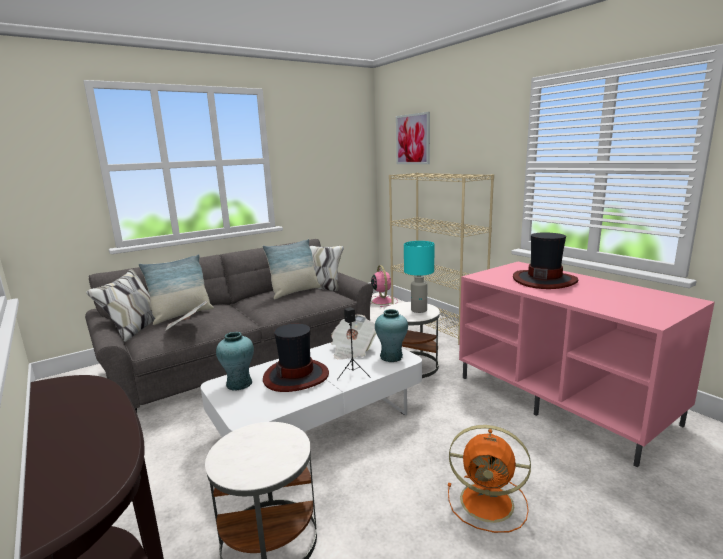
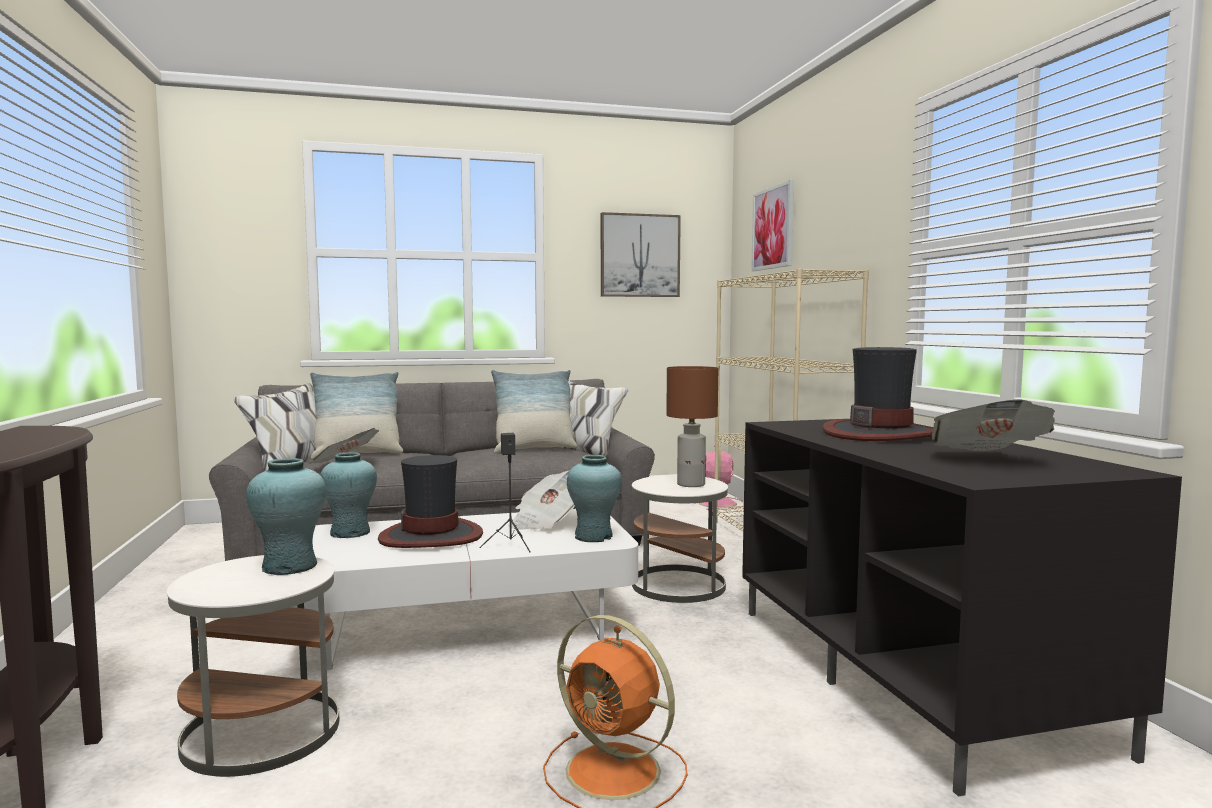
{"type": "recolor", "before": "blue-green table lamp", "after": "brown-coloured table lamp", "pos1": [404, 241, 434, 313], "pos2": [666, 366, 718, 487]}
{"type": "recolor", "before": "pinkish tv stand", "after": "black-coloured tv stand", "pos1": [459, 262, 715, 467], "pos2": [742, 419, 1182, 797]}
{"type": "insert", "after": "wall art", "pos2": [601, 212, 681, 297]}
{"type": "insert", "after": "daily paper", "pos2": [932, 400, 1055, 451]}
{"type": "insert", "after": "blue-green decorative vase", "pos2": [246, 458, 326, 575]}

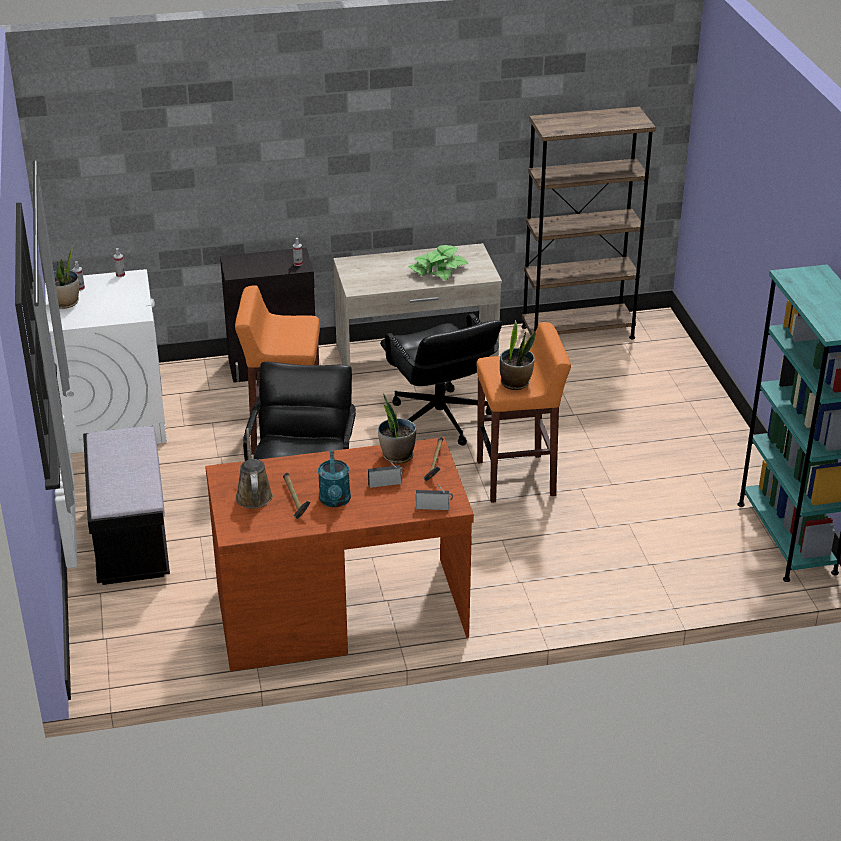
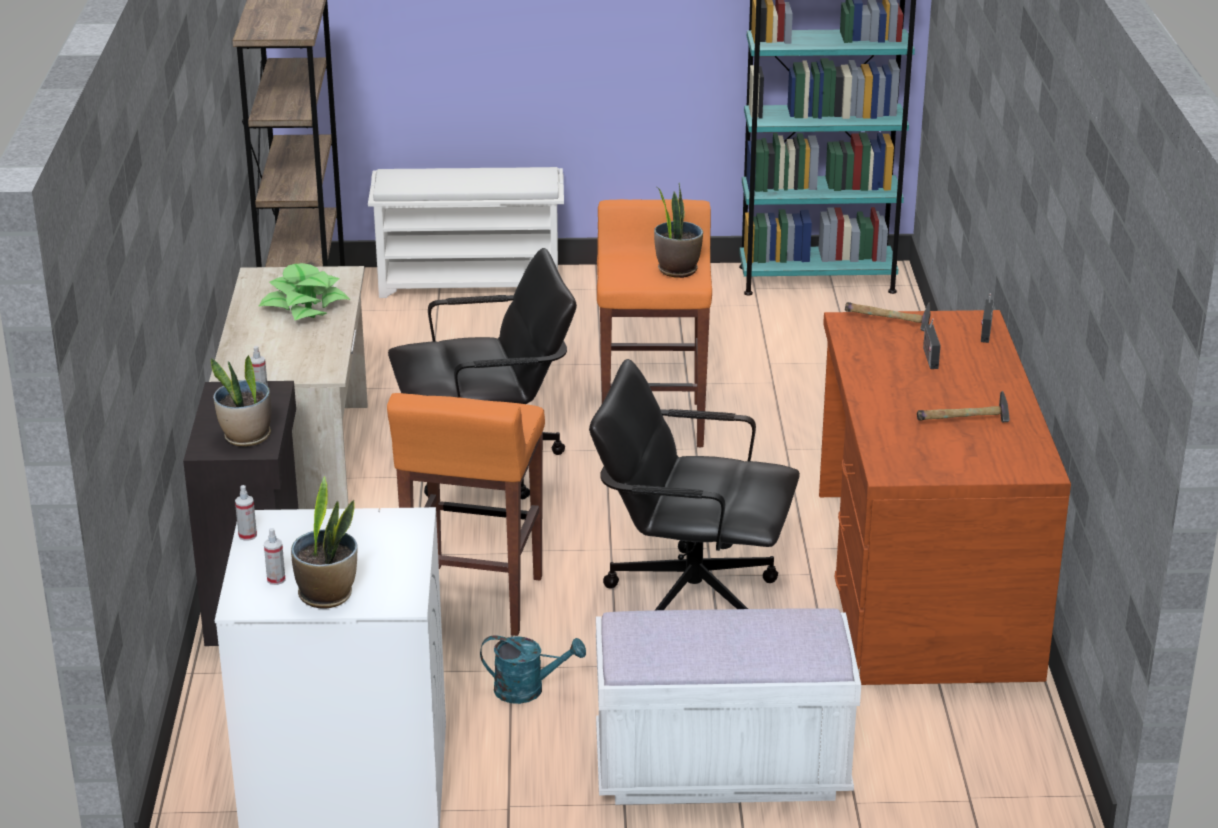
{"type": "move", "before": "plant in a pot", "pos1": [378, 394, 416, 464], "pos2": [211, 355, 271, 447]}
{"type": "recolor", "before": "black-coloured long seat", "after": "white-coloured long seat", "pos1": [83, 426, 170, 585], "pos2": [596, 608, 861, 805]}
{"type": "delete", "before": "brown-coloured sprinkling can", "pos1": [235, 428, 273, 509]}
{"type": "move", "before": "blue-green sprinkling can", "pos1": [318, 451, 351, 507], "pos2": [480, 635, 586, 704]}
{"type": "insert", "after": "white-coloured shoe shelf", "pos2": [368, 167, 564, 298]}

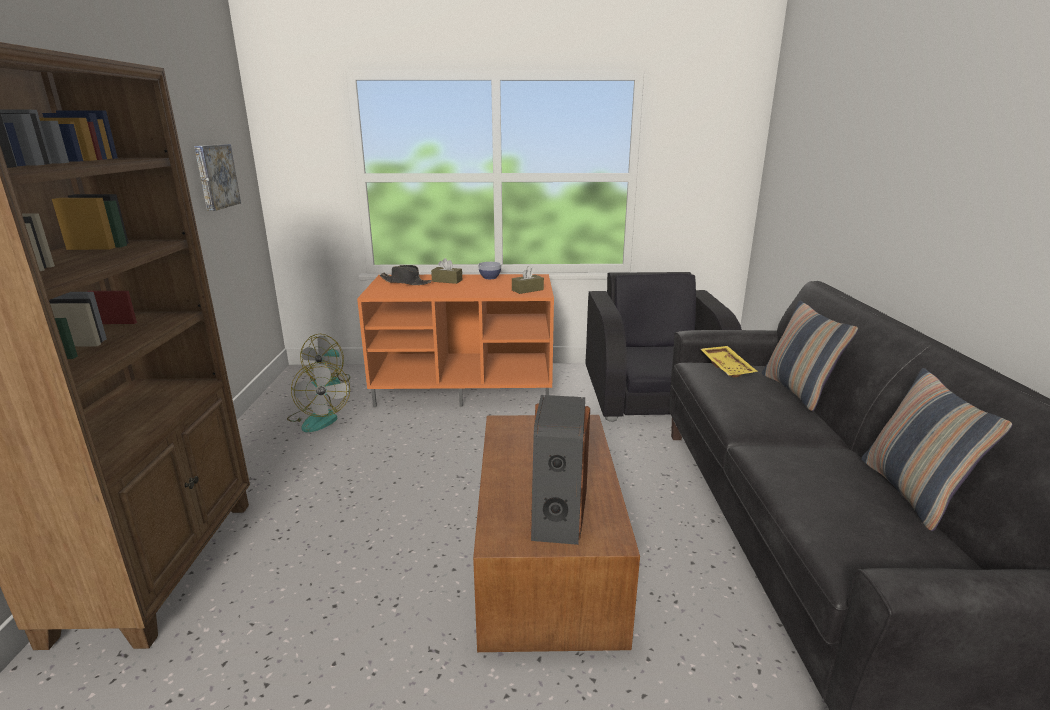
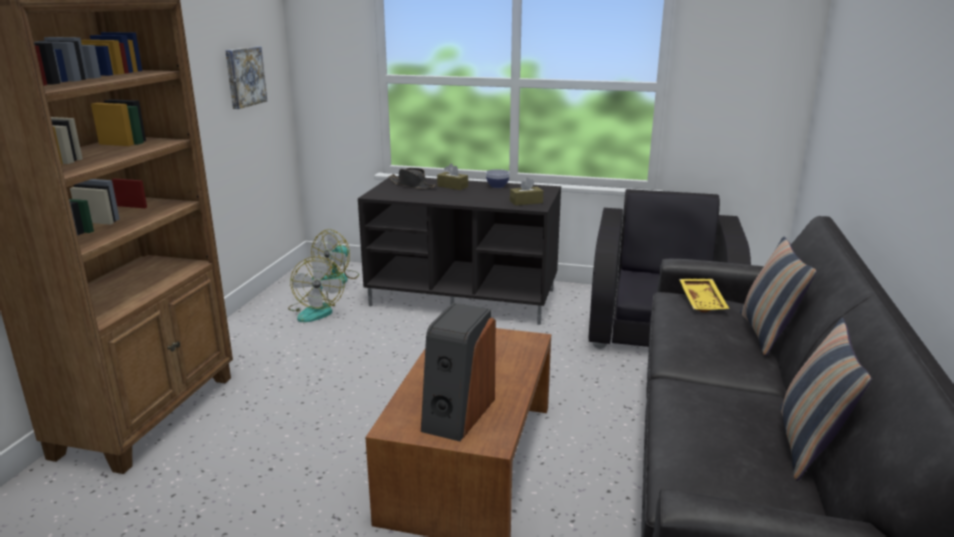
{"type": "recolor", "before": "orange tv stand", "after": "black-coloured tv stand", "pos1": [357, 274, 554, 407], "pos2": [358, 176, 561, 325]}

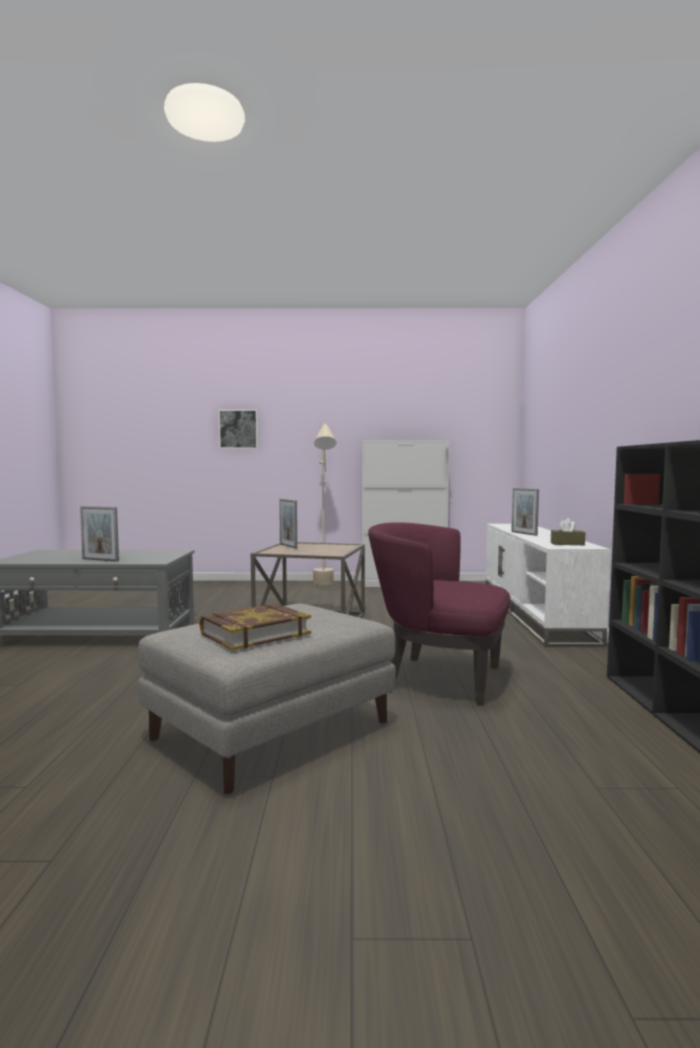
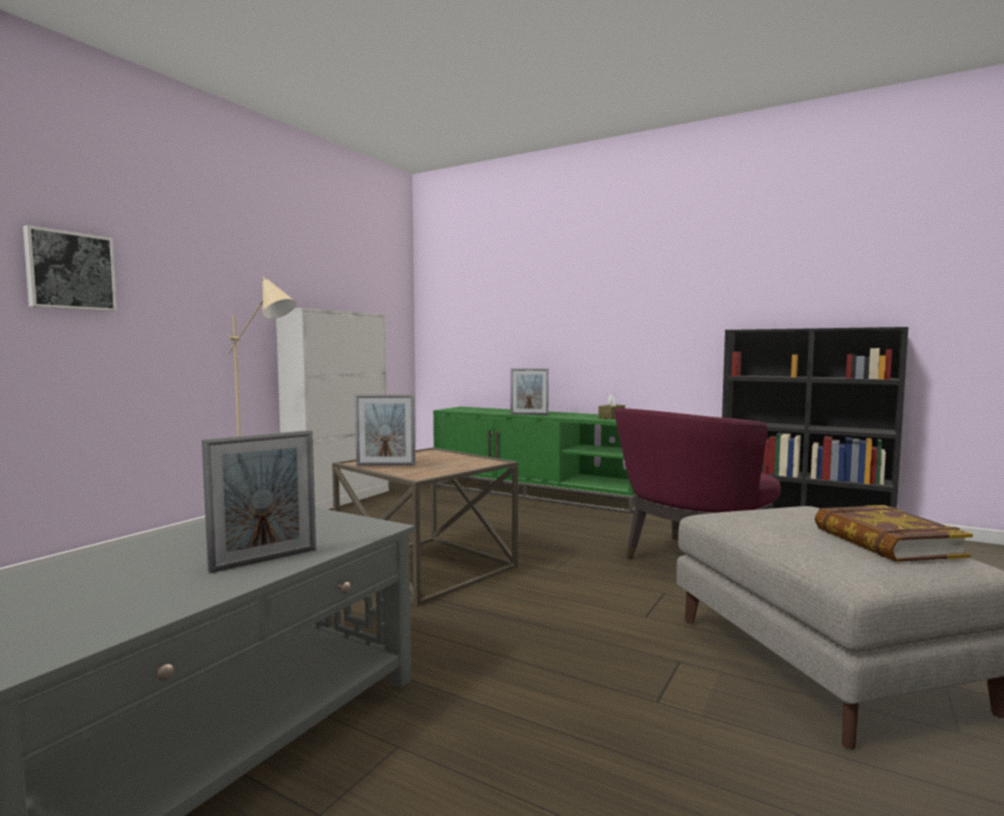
{"type": "recolor", "before": "white-coloured tv stand", "after": "green-coloured tv stand", "pos1": [486, 524, 611, 647], "pos2": [433, 407, 635, 514]}

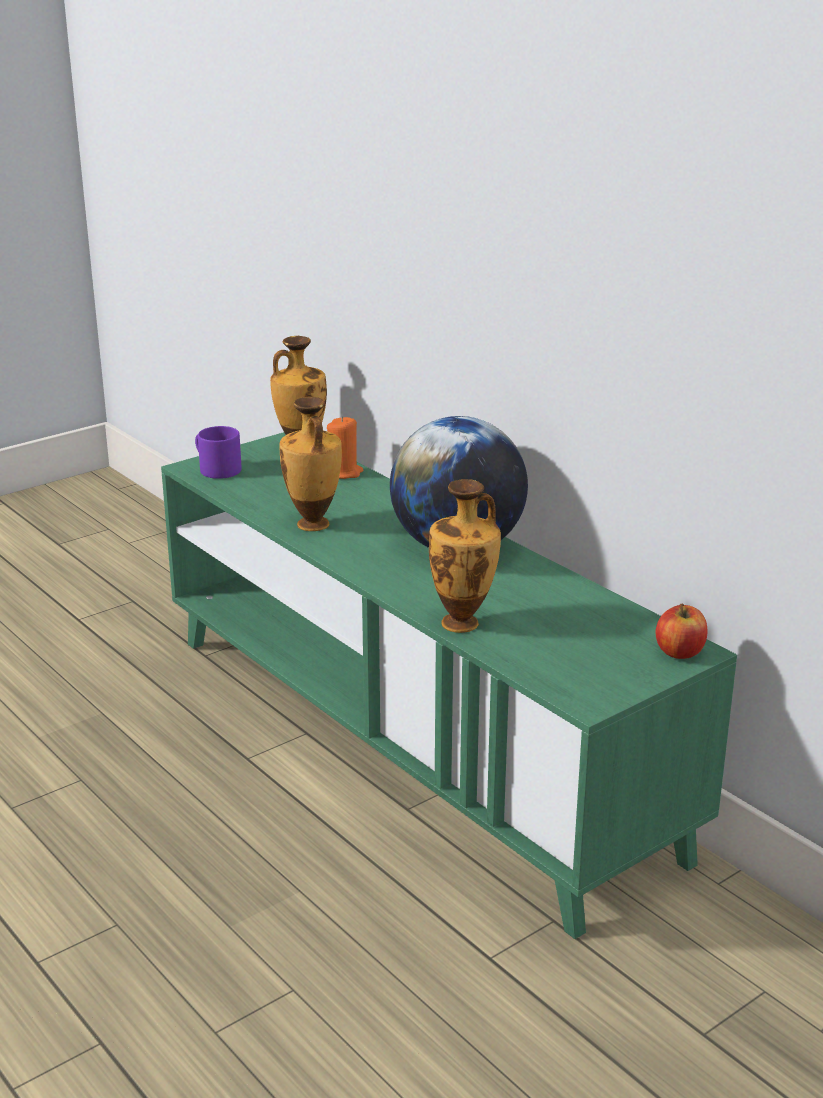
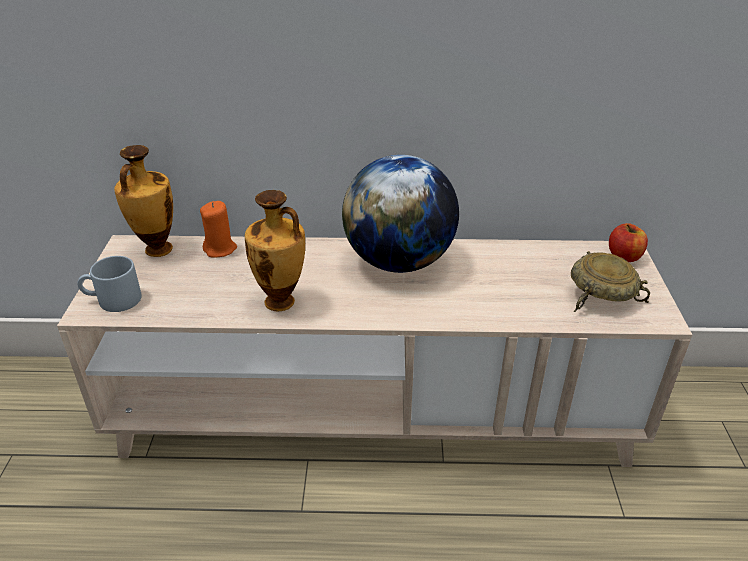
{"type": "recolor", "before": "purple coffee mug", "after": "gray coffee mug", "pos1": [195, 426, 241, 479], "pos2": [77, 256, 142, 312]}
{"type": "recolor", "before": "green-coloured tv stand", "after": "beige tv stand", "pos1": [161, 432, 737, 939], "pos2": [57, 235, 692, 467]}
{"type": "delete", "before": "decorative vase", "pos1": [429, 479, 501, 633]}
{"type": "insert", "after": "beige deep dish", "pos2": [571, 251, 650, 312]}

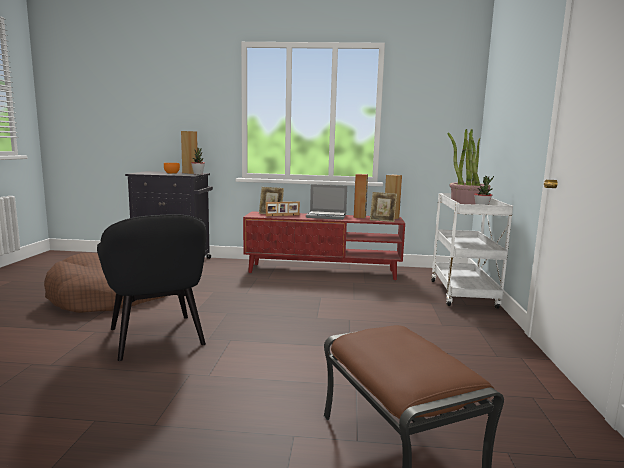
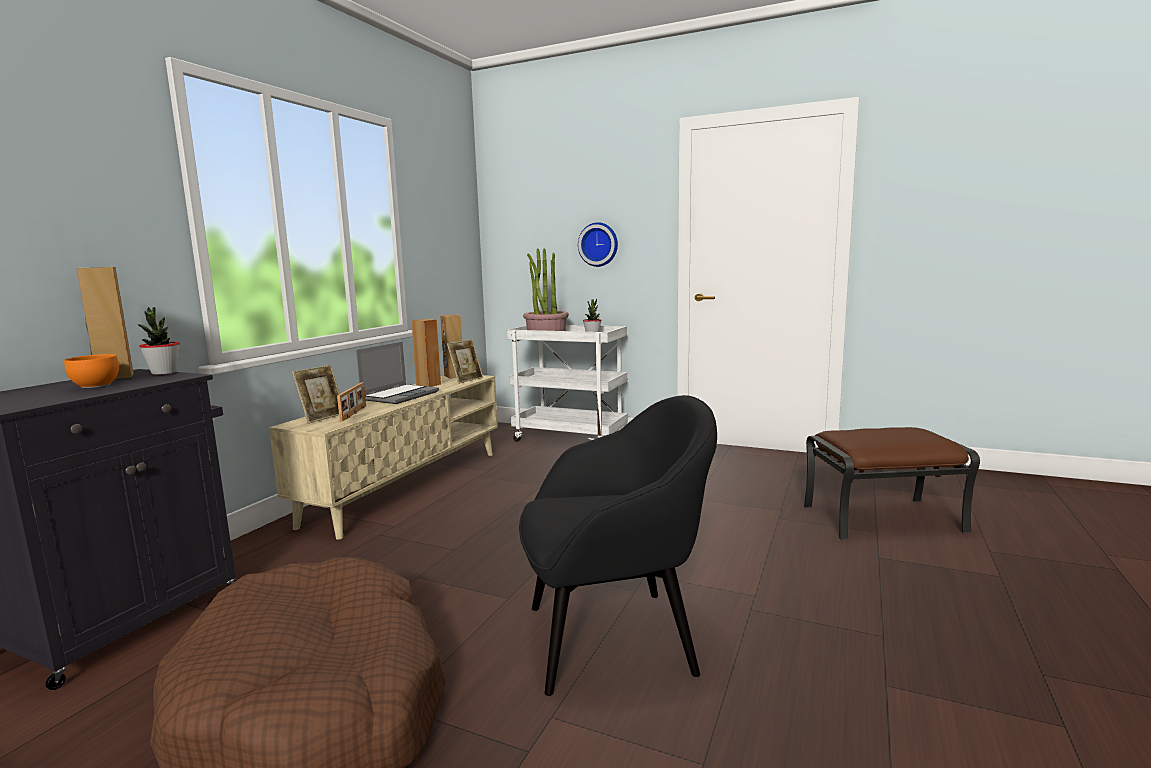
{"type": "recolor", "before": "red-coloured tv stand", "after": "beige tv stand", "pos1": [243, 211, 405, 280], "pos2": [269, 375, 498, 540]}
{"type": "insert", "after": "wall clock", "pos2": [578, 222, 618, 267]}

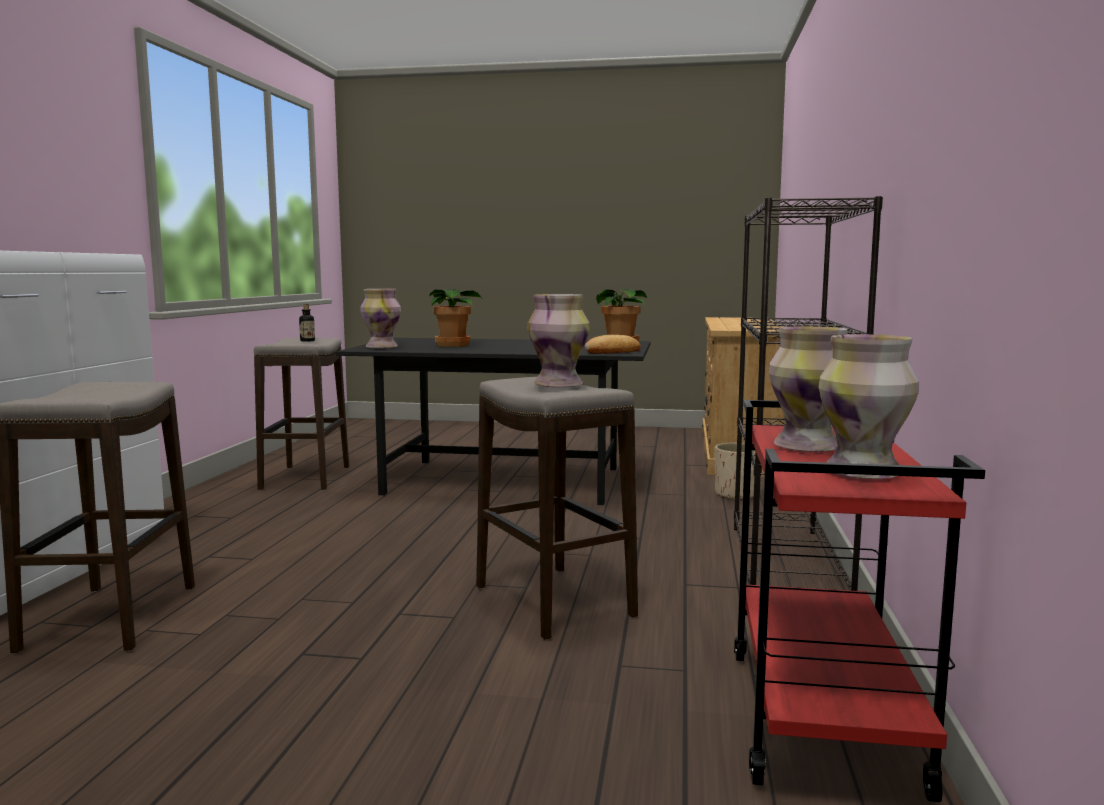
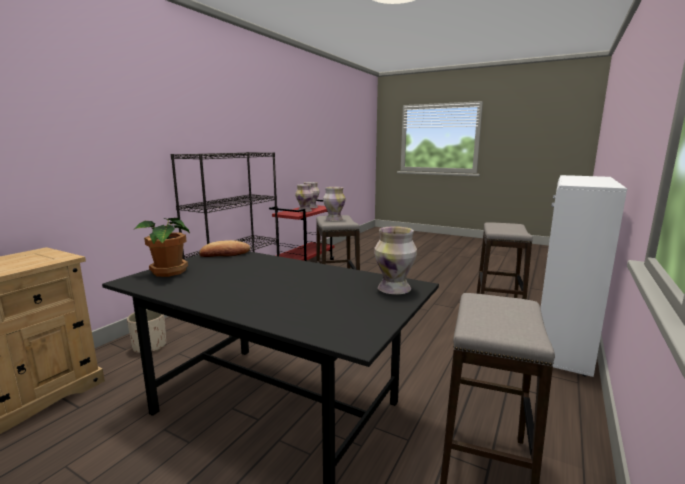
{"type": "delete", "before": "plant in a pot", "pos1": [429, 289, 482, 347]}
{"type": "delete", "before": "drink bottle", "pos1": [299, 304, 315, 342]}

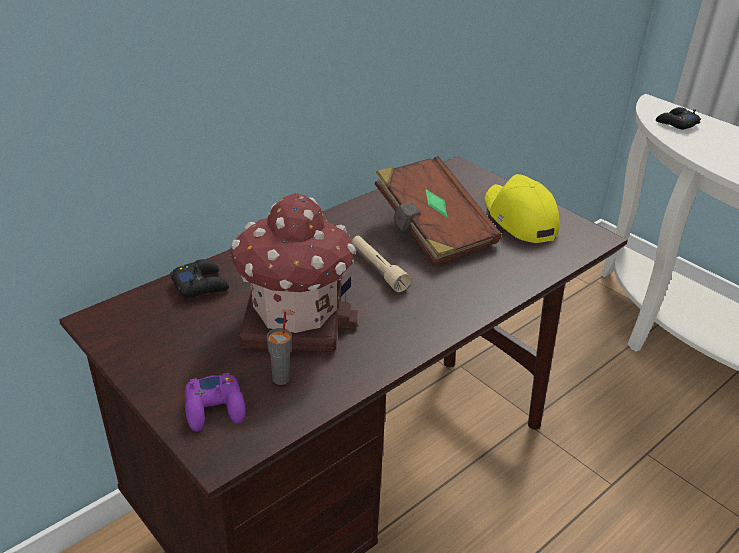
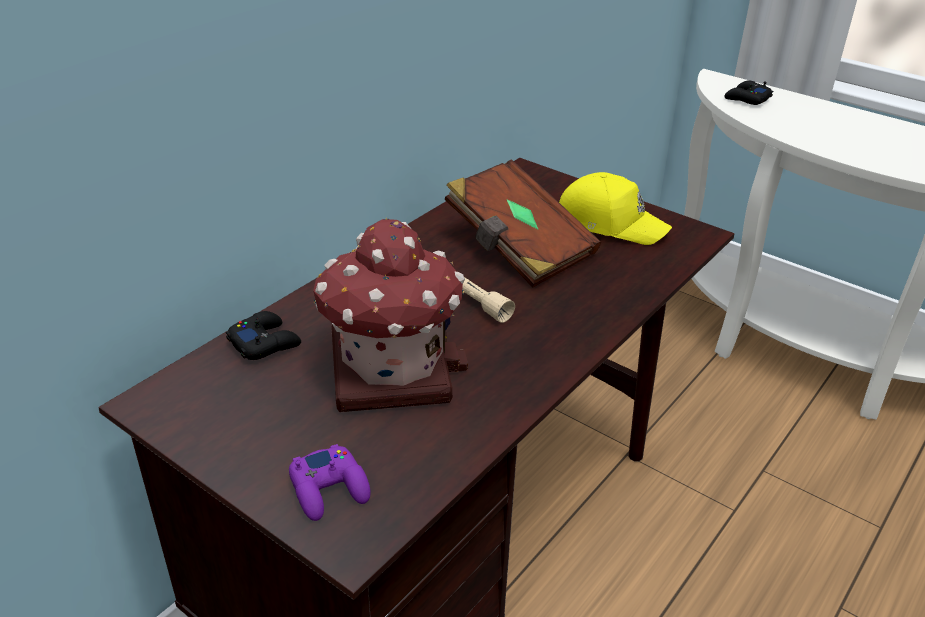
{"type": "rotate", "before": "yellow peaked cap", "pos1": [484, 174, 559, 243], "pos2": [559, 172, 672, 245], "turn": 150}
{"type": "delete", "before": "gray small cup", "pos1": [267, 312, 292, 385]}

